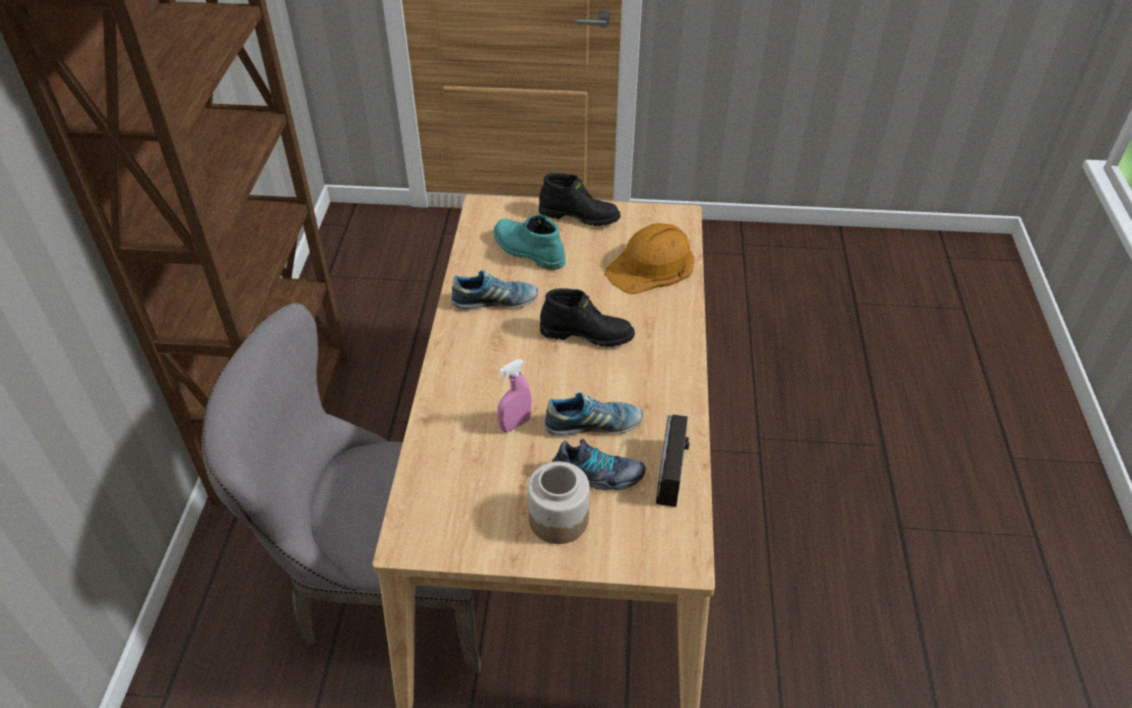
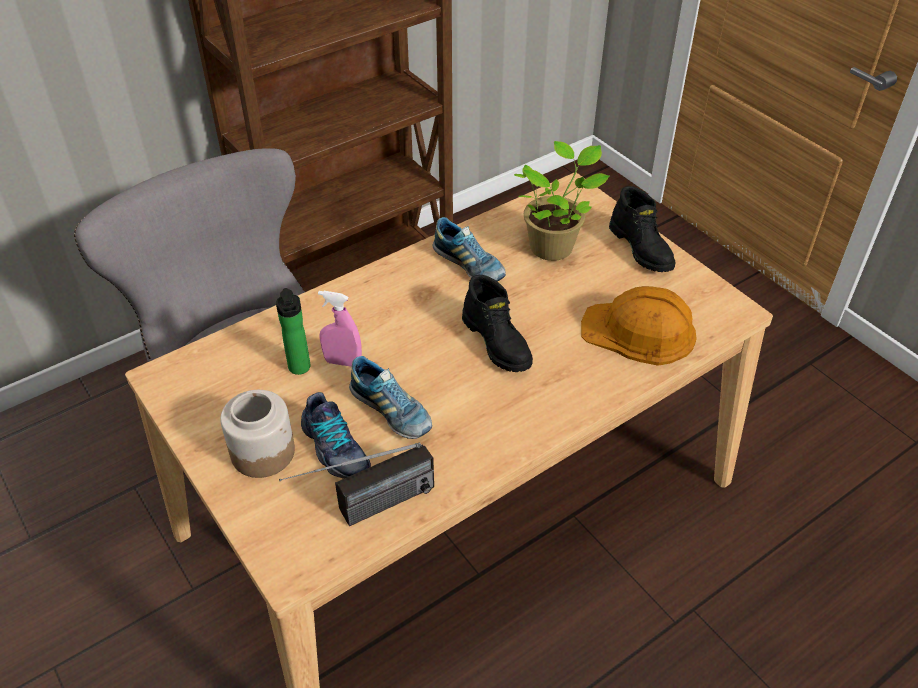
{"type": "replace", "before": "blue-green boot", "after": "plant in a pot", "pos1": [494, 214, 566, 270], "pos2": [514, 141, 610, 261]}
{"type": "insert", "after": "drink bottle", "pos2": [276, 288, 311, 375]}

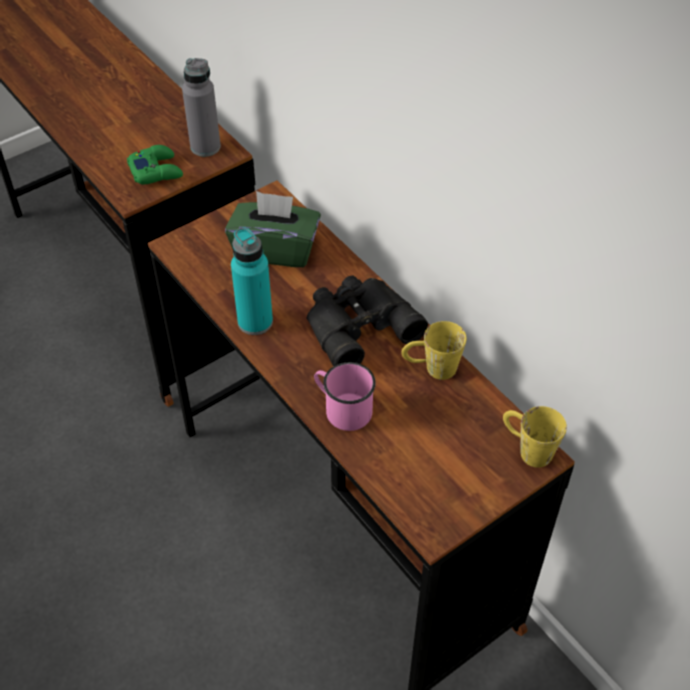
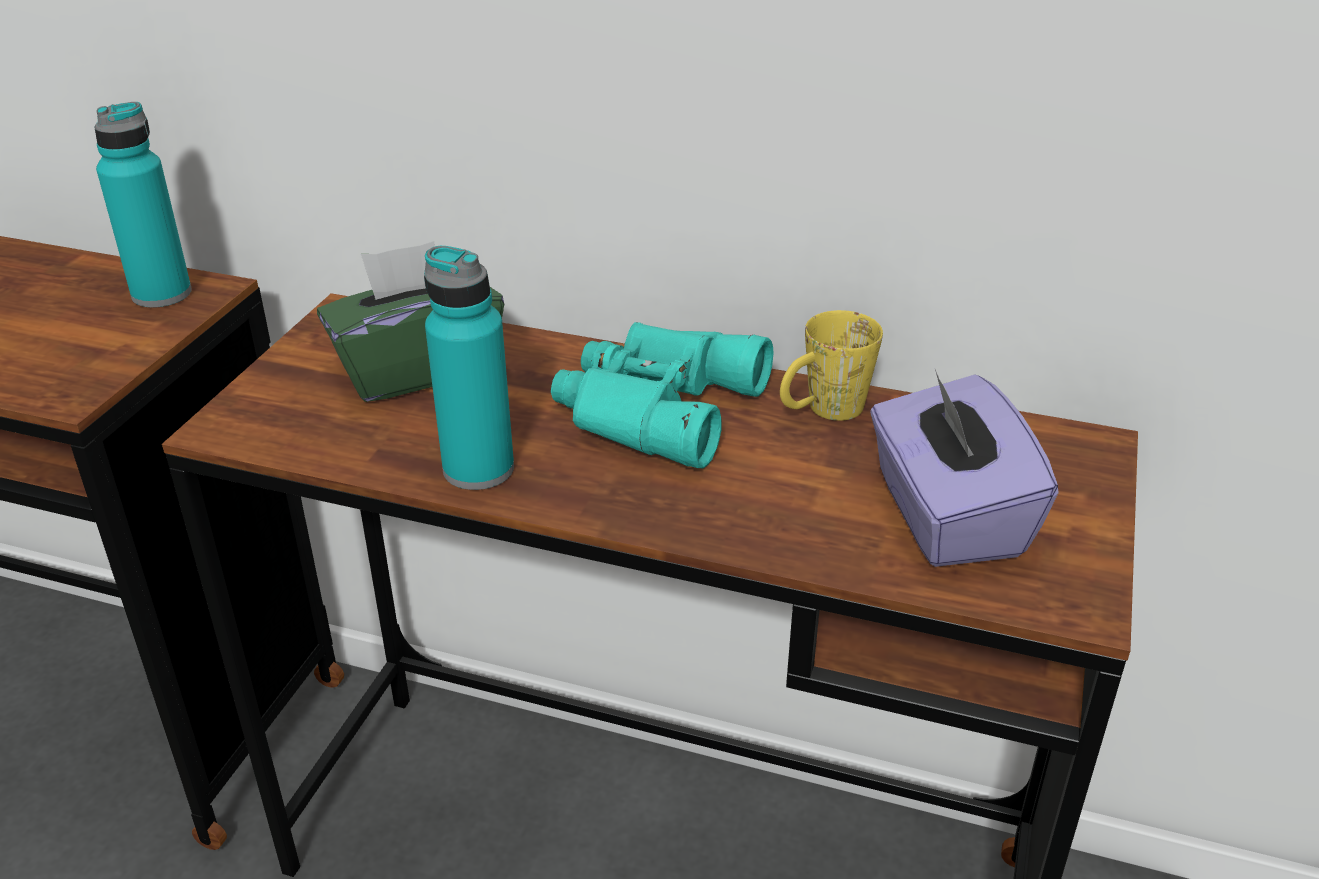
{"type": "recolor", "before": "gray drink bottle", "after": "blue-green drink bottle", "pos1": [182, 58, 221, 157], "pos2": [95, 102, 192, 308]}
{"type": "delete", "before": "green-coloured game controller", "pos1": [127, 145, 183, 184]}
{"type": "recolor", "before": "black-coloured binoculars", "after": "blue-green binoculars", "pos1": [306, 276, 428, 366], "pos2": [551, 322, 773, 468]}
{"type": "delete", "before": "pinkish coffee mug", "pos1": [314, 362, 376, 431]}
{"type": "delete", "before": "yellow coffee mug", "pos1": [503, 406, 567, 468]}
{"type": "insert", "after": "purple tissue holder", "pos2": [870, 369, 1059, 567]}

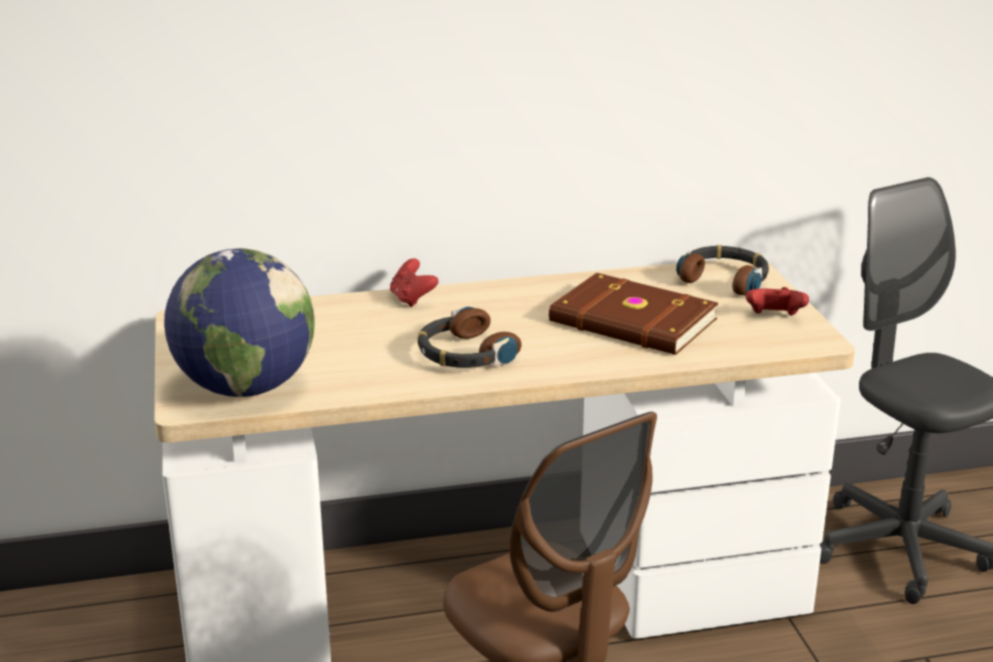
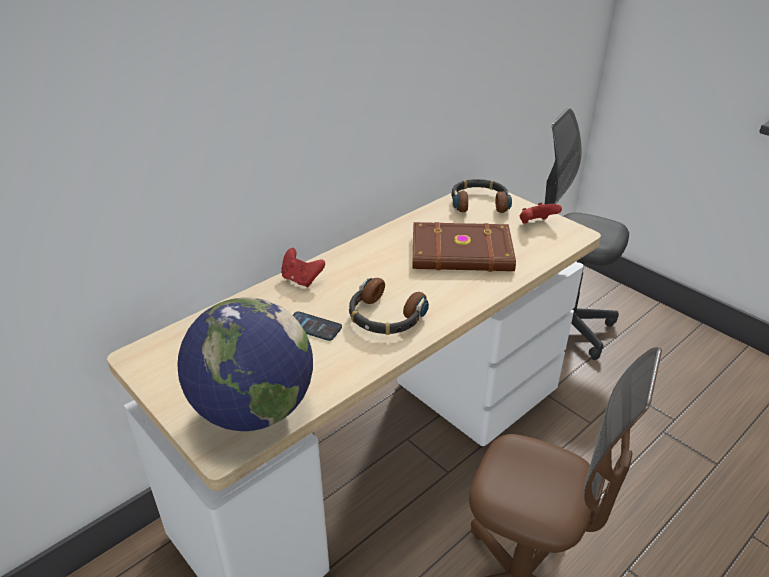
{"type": "insert", "after": "handset", "pos2": [293, 312, 342, 341]}

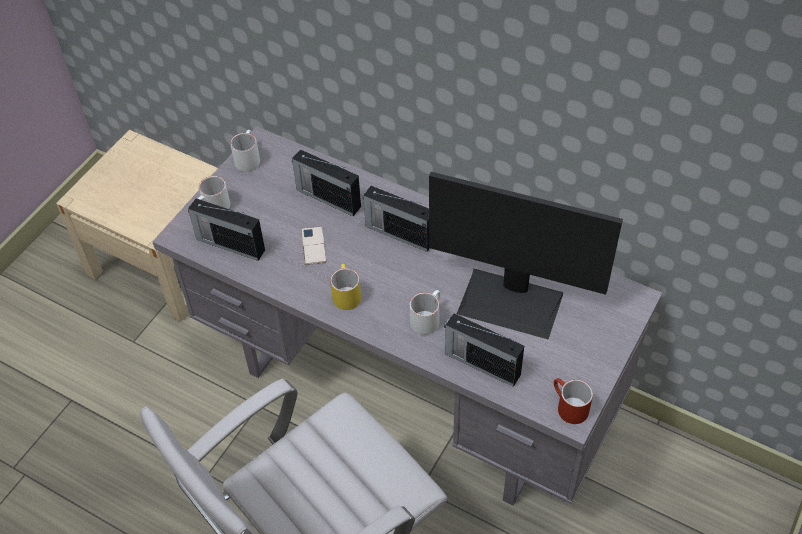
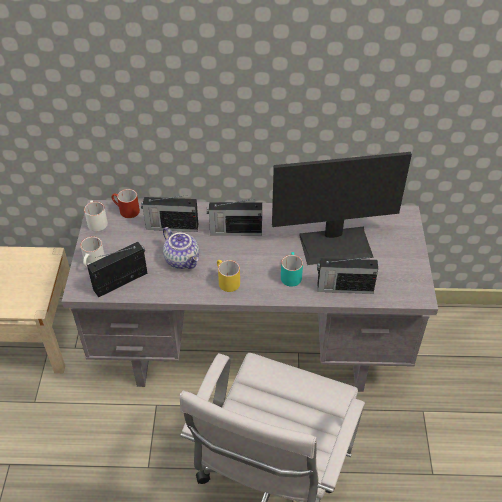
{"type": "rotate", "before": "radio set", "pos1": [188, 198, 265, 261], "pos2": [87, 242, 148, 298], "turn": 150}
{"type": "replace", "before": "handset", "after": "tea pot", "pos1": [301, 226, 326, 265], "pos2": [163, 227, 199, 269]}
{"type": "recolor", "before": "white-coloured coffee mug", "after": "blue-green coffee mug", "pos1": [410, 290, 440, 335], "pos2": [281, 252, 303, 286]}
{"type": "move", "before": "red-coloured coffee mug", "pos1": [554, 378, 593, 424], "pos2": [111, 189, 140, 218]}

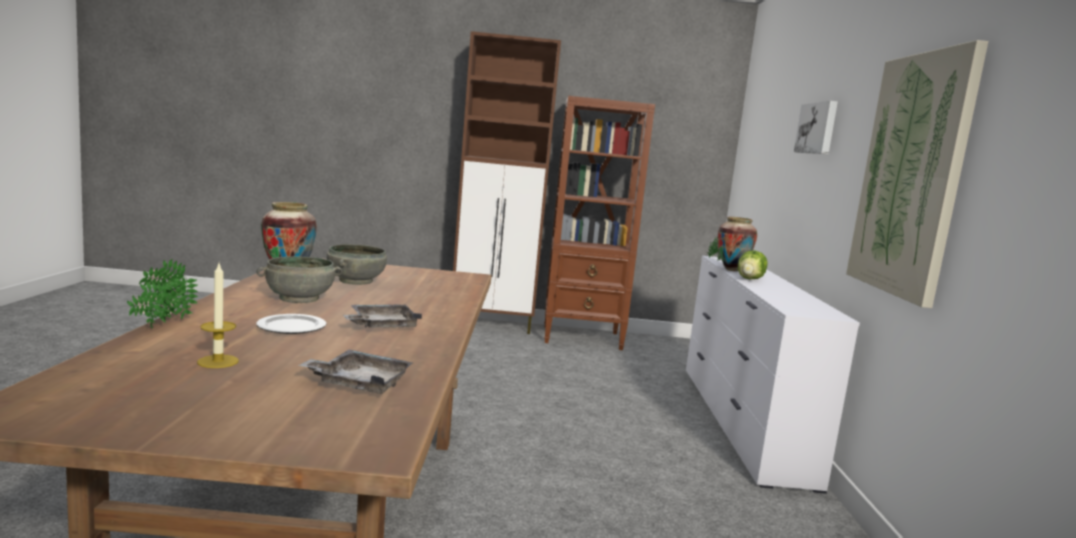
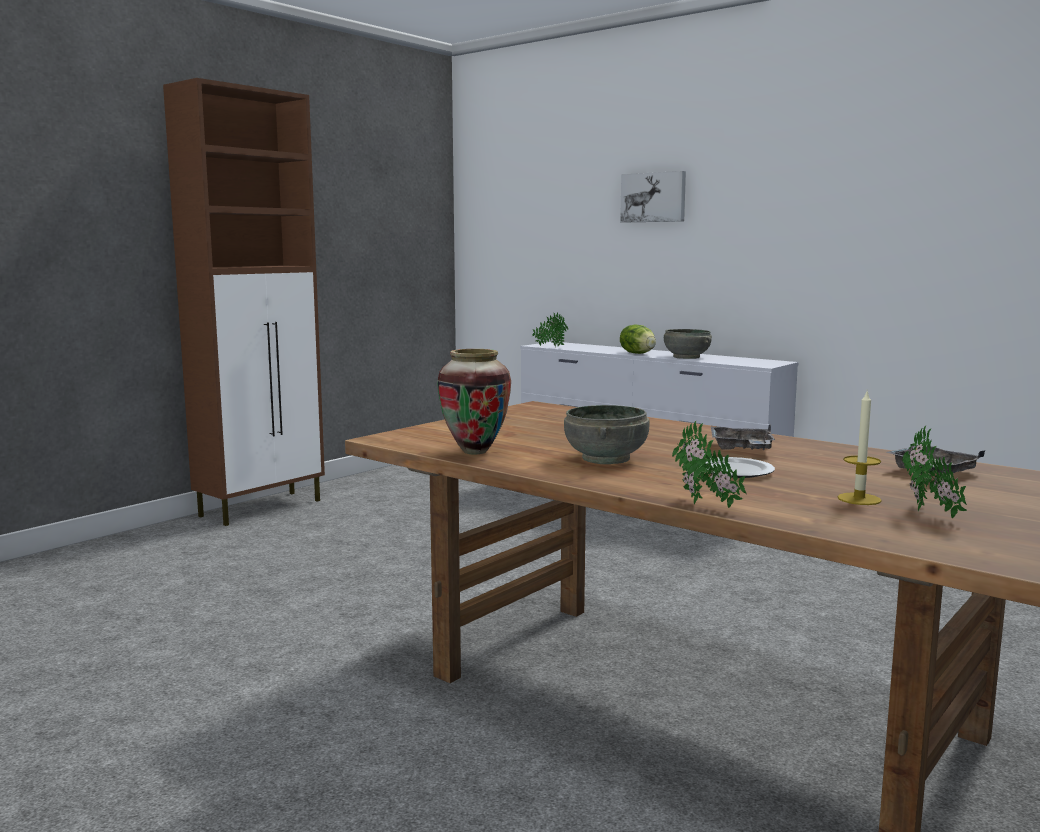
{"type": "delete", "before": "wall art", "pos1": [846, 40, 988, 308]}
{"type": "delete", "before": "brown-coloured shelving unit", "pos1": [544, 96, 655, 350]}
{"type": "delete", "before": "decorative vase", "pos1": [718, 217, 757, 271]}
{"type": "move", "before": "gray deep dish", "pos1": [327, 244, 387, 285], "pos2": [664, 329, 712, 359]}
{"type": "insert", "after": "plant in a pot", "pos2": [902, 426, 968, 518]}

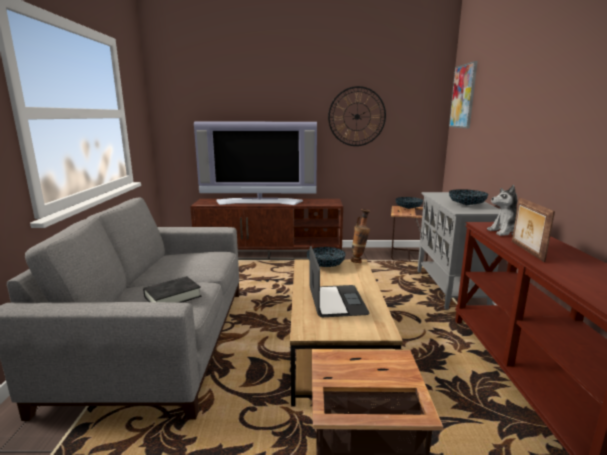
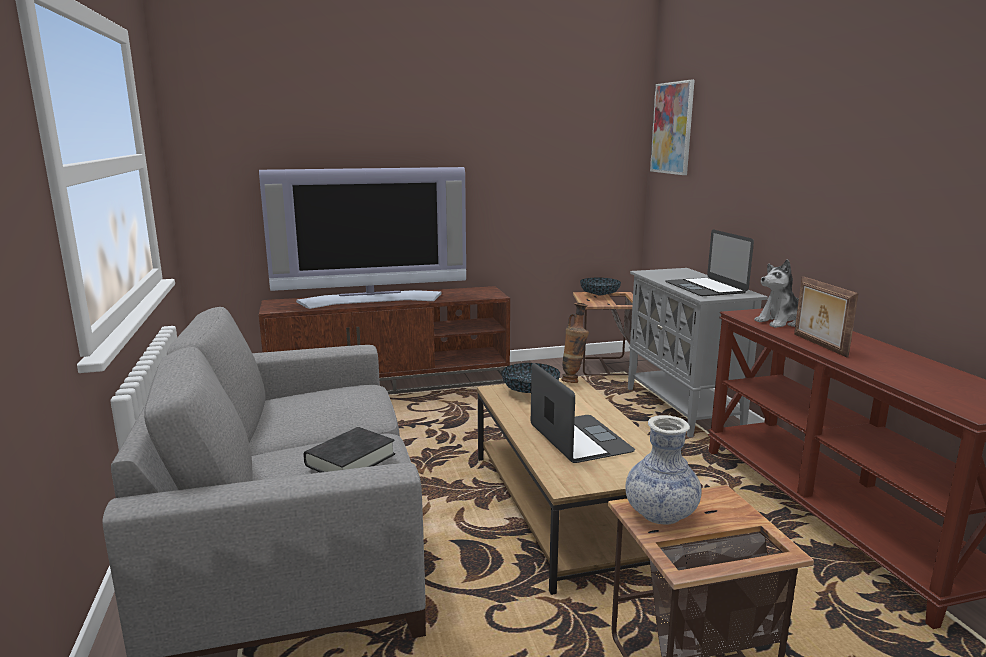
{"type": "delete", "before": "wall clock", "pos1": [328, 86, 386, 146]}
{"type": "replace", "before": "deep dish", "after": "portable computer", "pos1": [449, 189, 488, 205], "pos2": [665, 229, 754, 296]}
{"type": "insert", "after": "decorative vase", "pos2": [626, 415, 701, 525]}

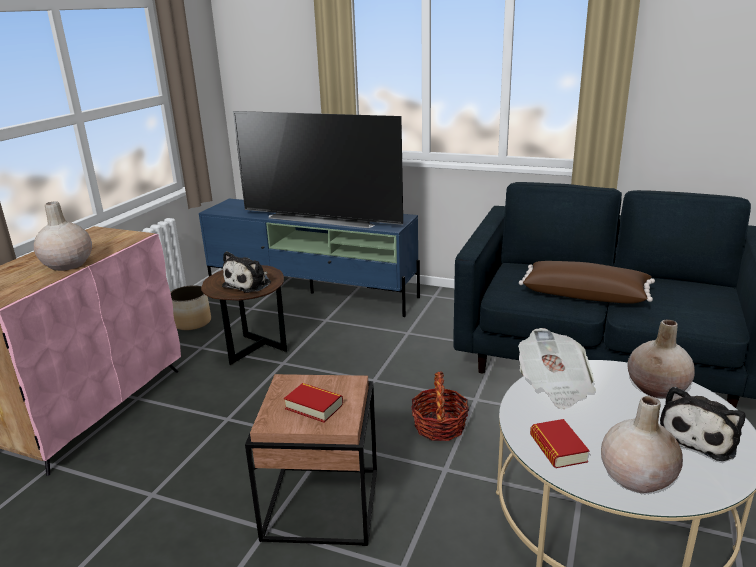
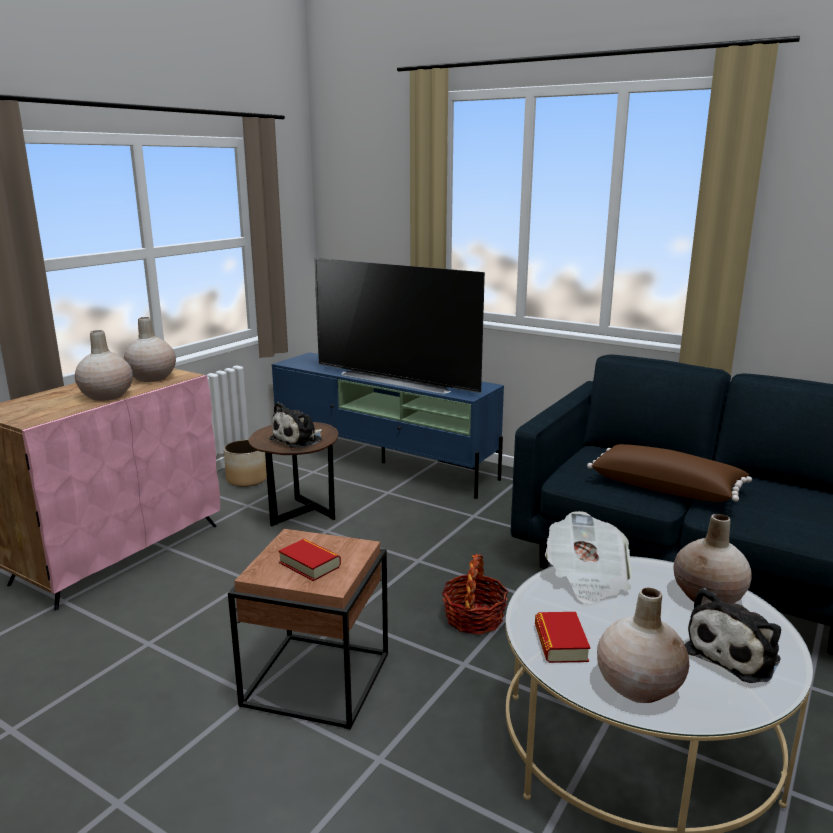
{"type": "insert", "after": "beige decorative vase", "pos2": [124, 317, 176, 382]}

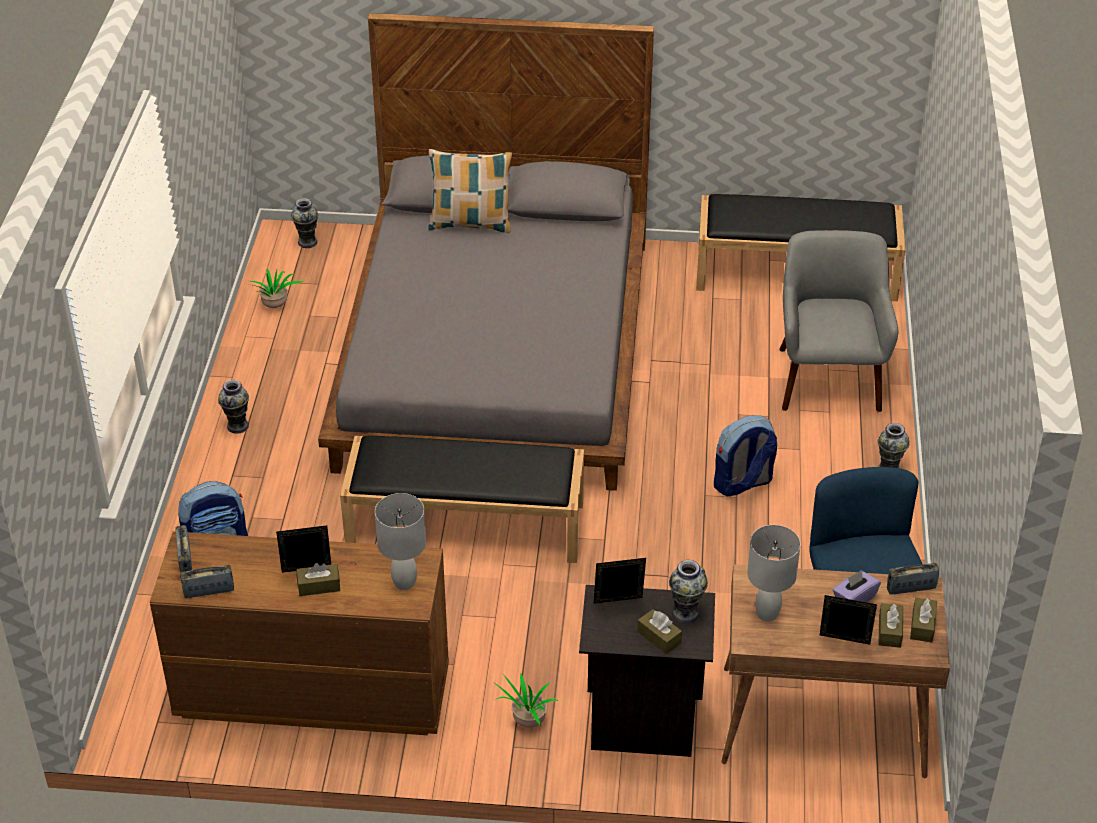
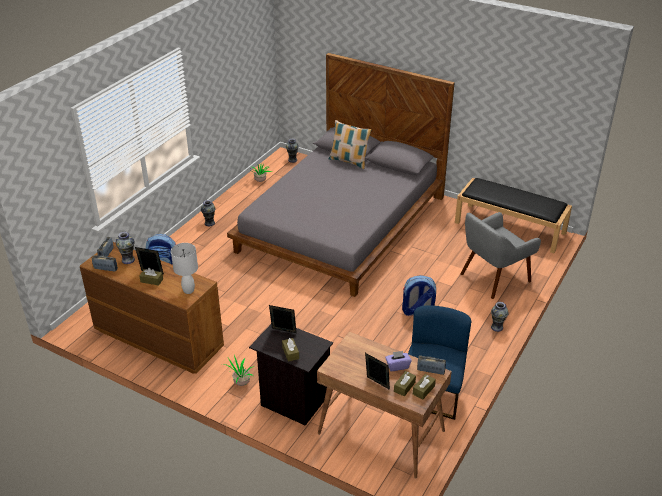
{"type": "rotate", "before": "gray easy chair", "pos1": [779, 230, 898, 412], "pos2": [461, 212, 541, 299], "turn": -150}
{"type": "delete", "before": "black-coloured long seat", "pos1": [340, 435, 584, 563]}
{"type": "delete", "before": "white-coloured table lamp", "pos1": [747, 525, 801, 622]}
{"type": "move", "before": "decorative vase", "pos1": [669, 560, 708, 623], "pos2": [116, 232, 135, 264]}

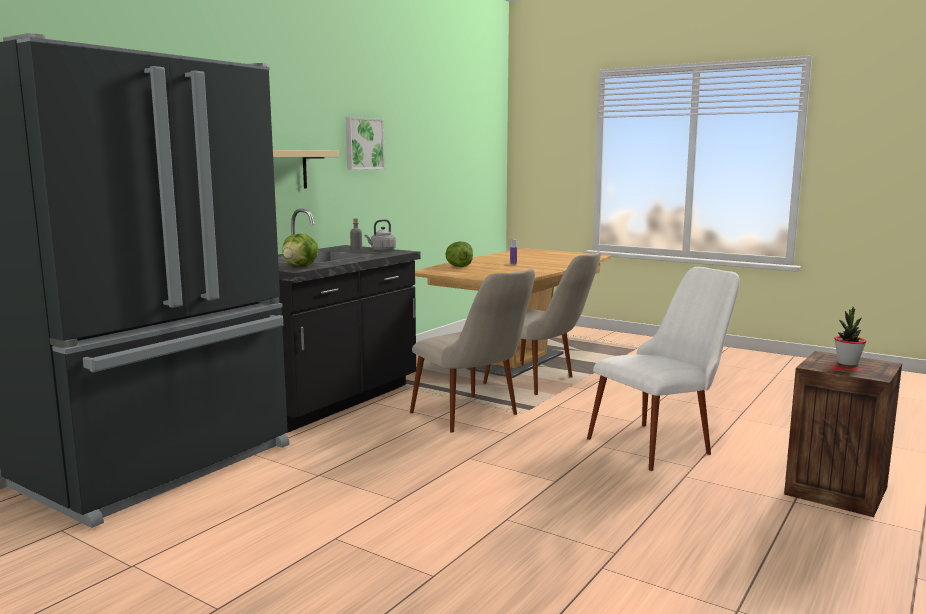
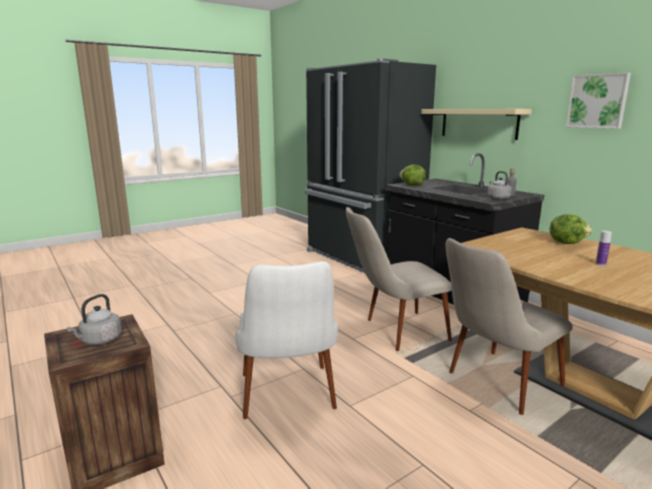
{"type": "replace", "before": "plant in a pot", "after": "gray water kettle", "pos1": [834, 307, 867, 366], "pos2": [67, 294, 122, 345]}

